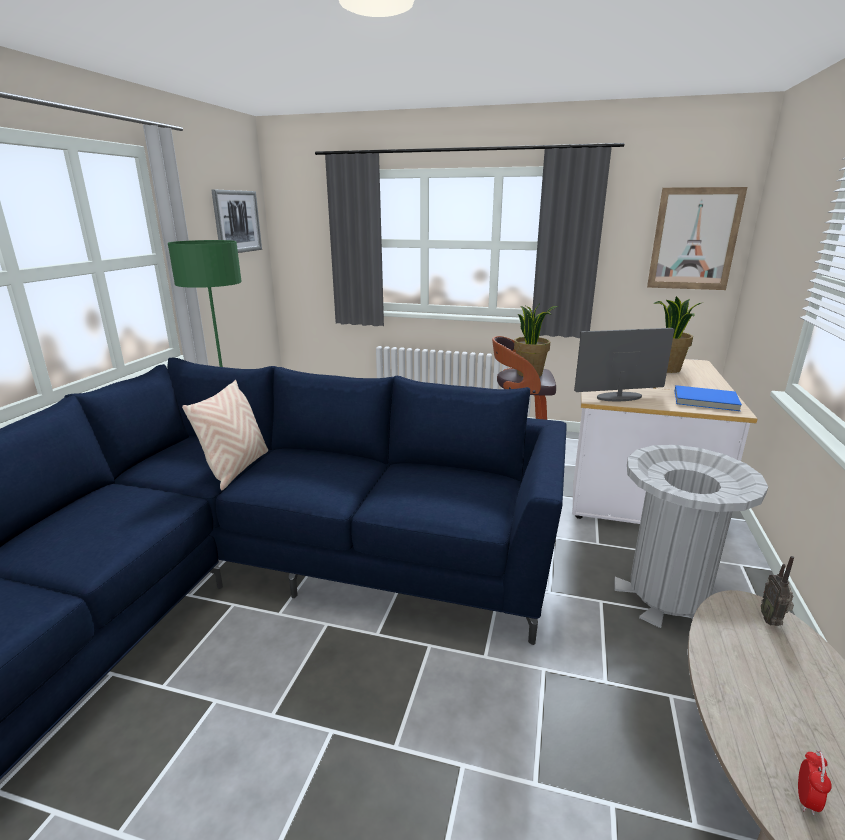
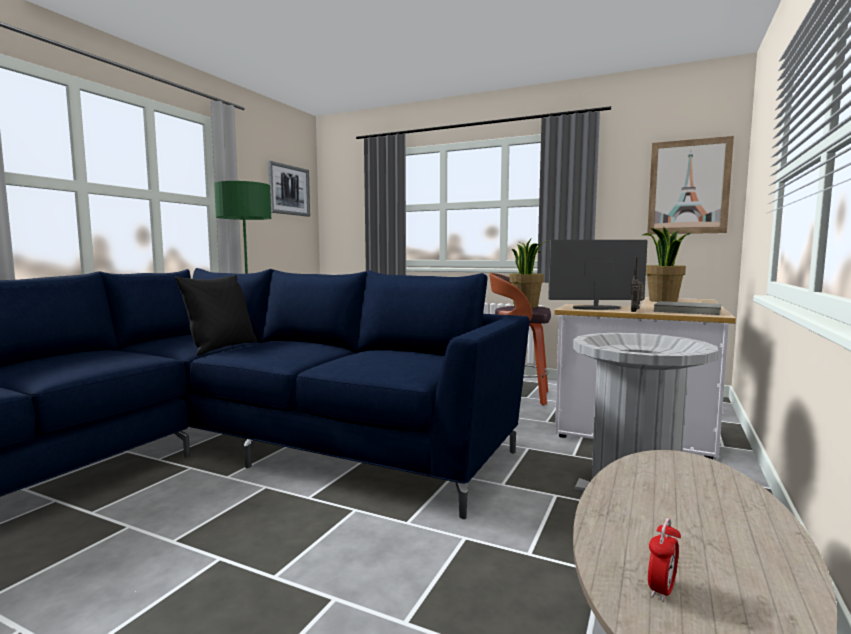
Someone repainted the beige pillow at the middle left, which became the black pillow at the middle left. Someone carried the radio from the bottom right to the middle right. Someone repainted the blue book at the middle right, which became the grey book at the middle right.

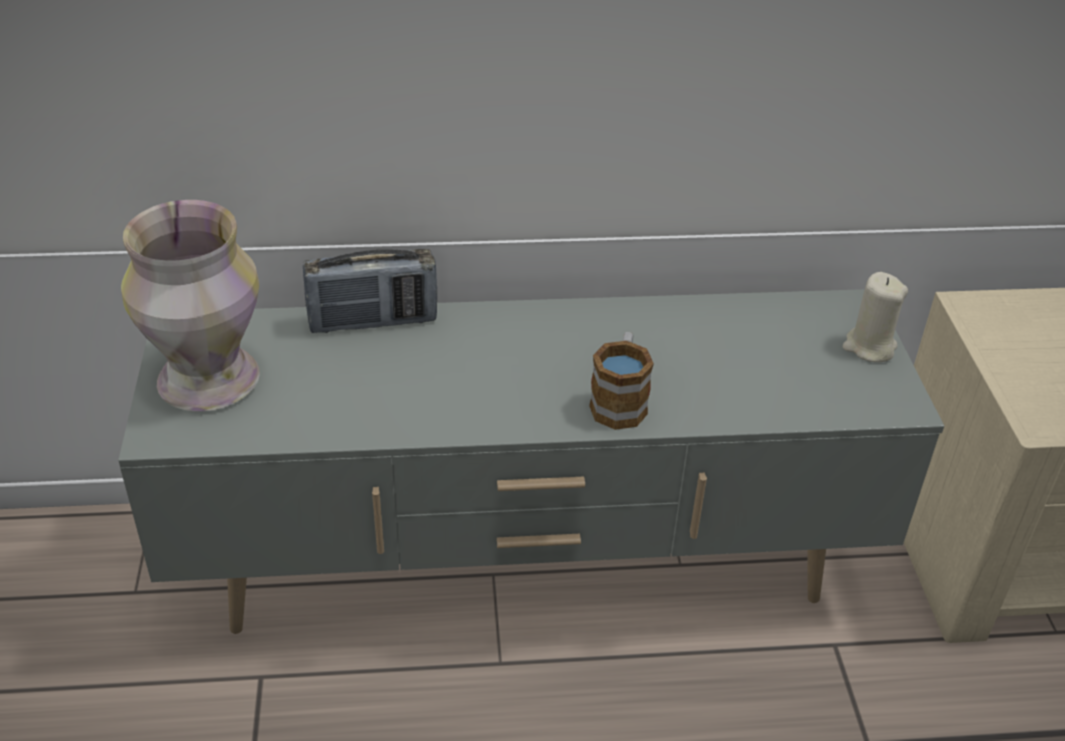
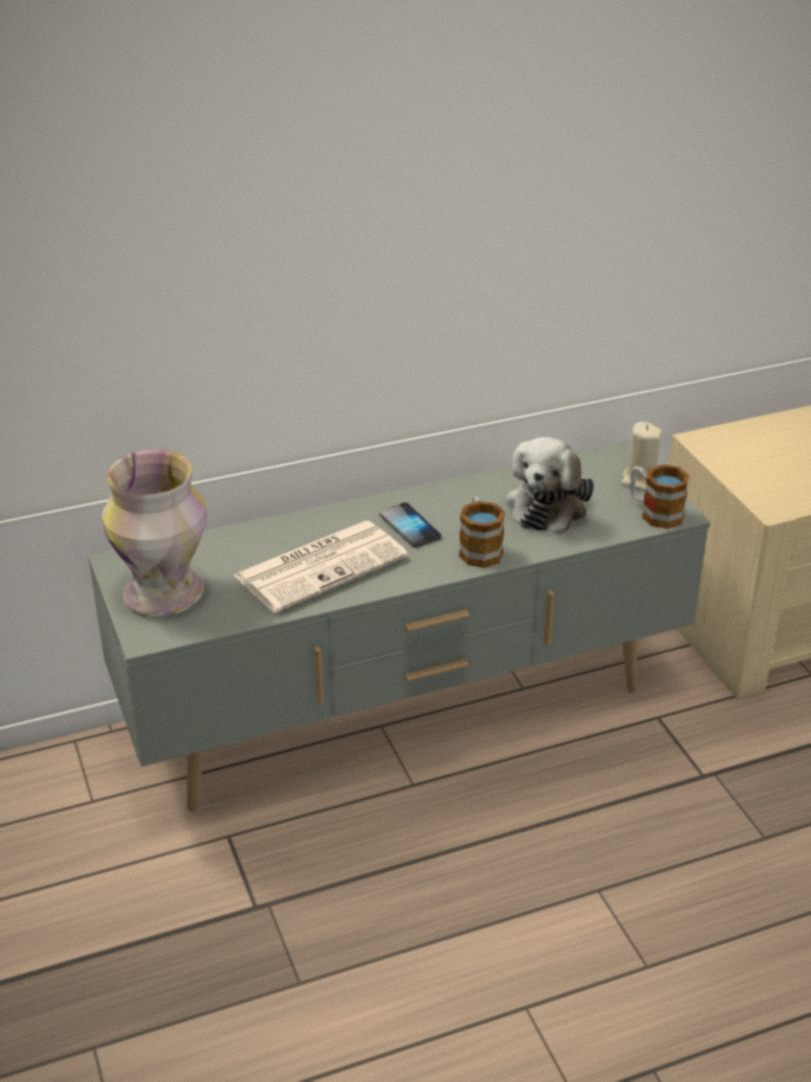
Someone put down the newspaper at the centre. Someone put down the phone at the centre. Someone put down the plush toy at the middle right. Someone put down the mug (2nd from left) at the middle right. Someone took away the radio at the centre.

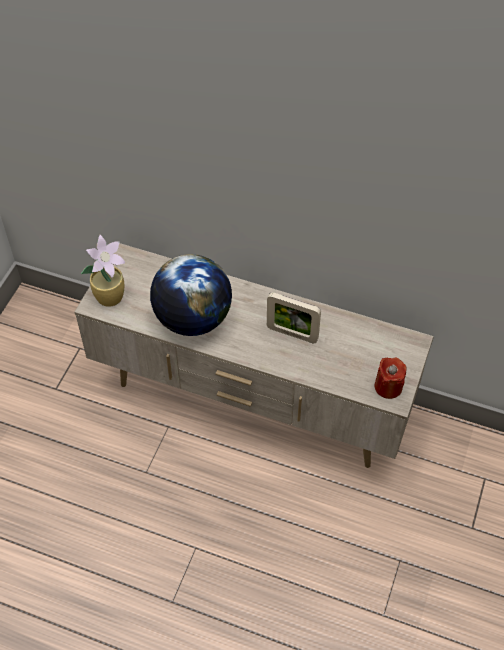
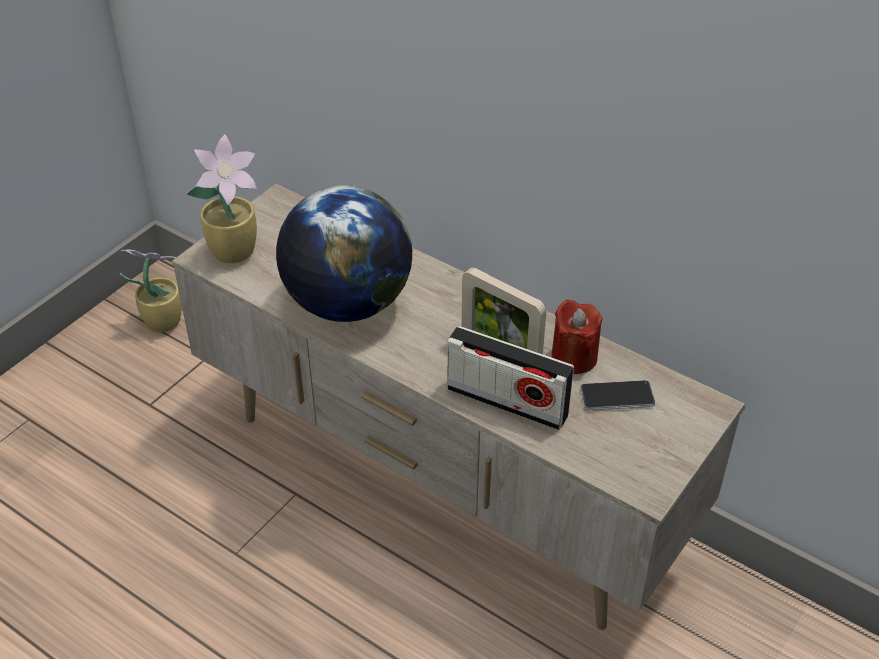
Someone put down the potted plant (1st from left) at the middle left. Someone put down the radio at the centre. Someone carried the red candle from the middle right to the centre. Someone put down the phone at the middle right.

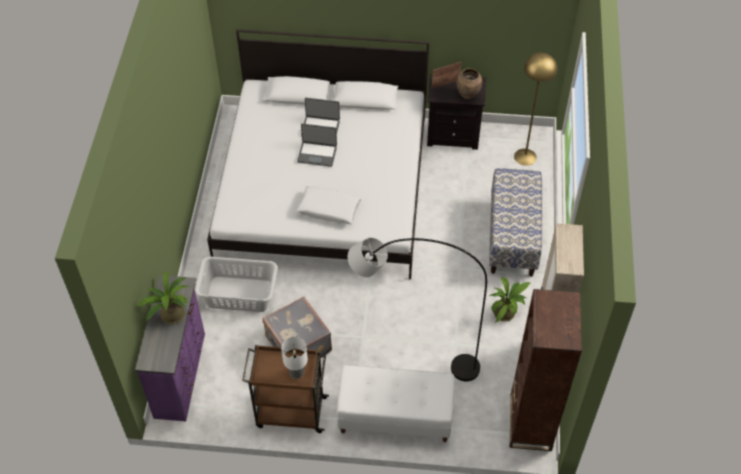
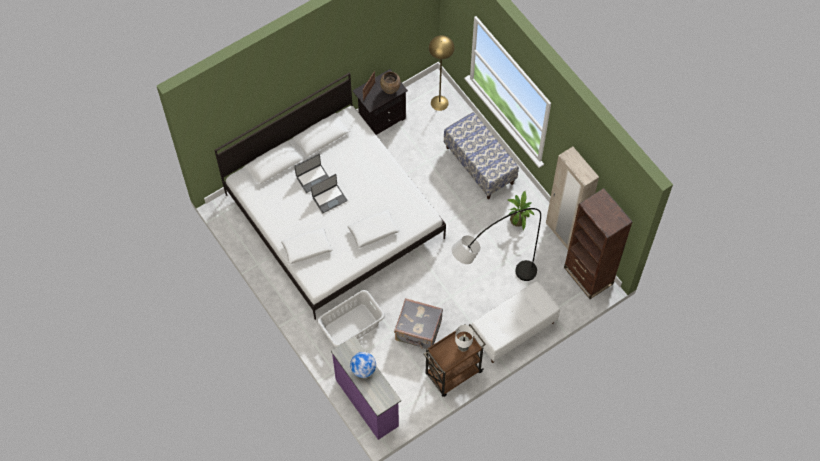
Someone put down the white pillow (1st from left) at the centre. Someone swapped the potted plant (1st from left) at the middle left for the globe at the bottom centre.

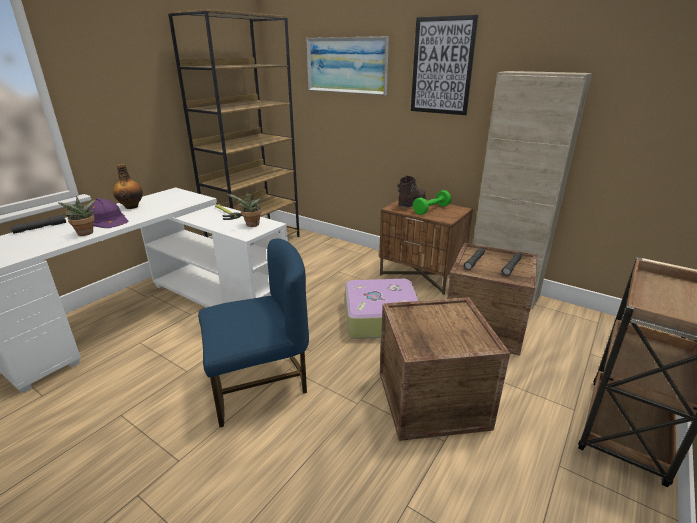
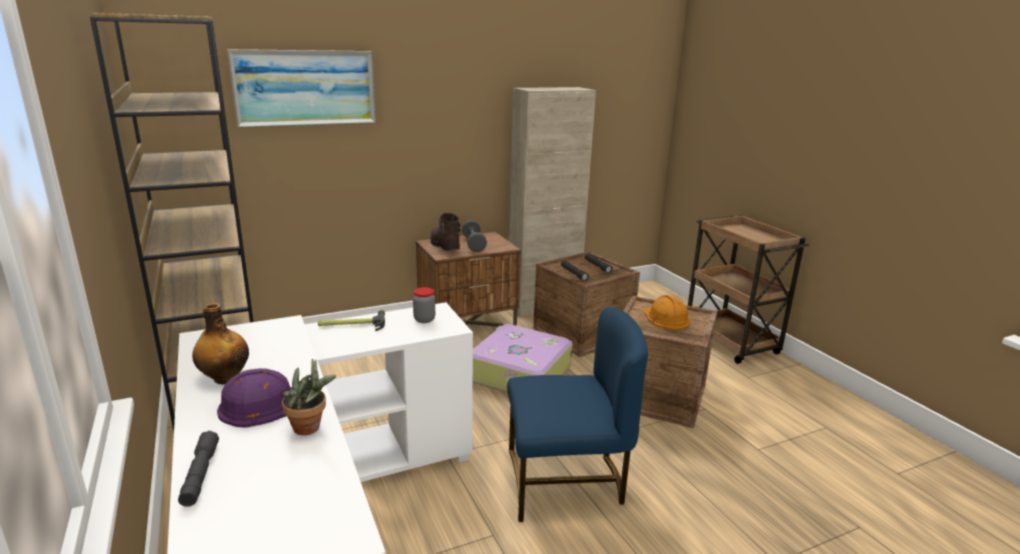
Someone swapped the potted plant (2nd from left) at the centre for the jar at the centre. Someone repainted the green dumbbell at the centre, which became the grey dumbbell at the centre. Someone rotated the blue chair at the centre by 75 degrees clockwise. Someone put down the orange hard hat at the centre. Someone took away the picture (2nd from left) at the top centre.

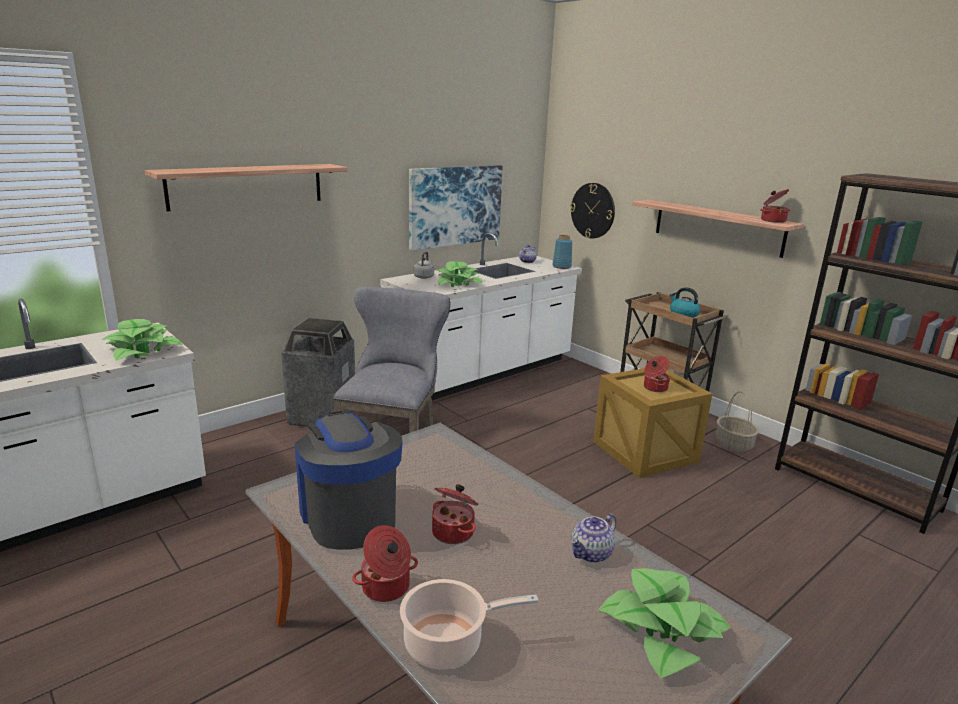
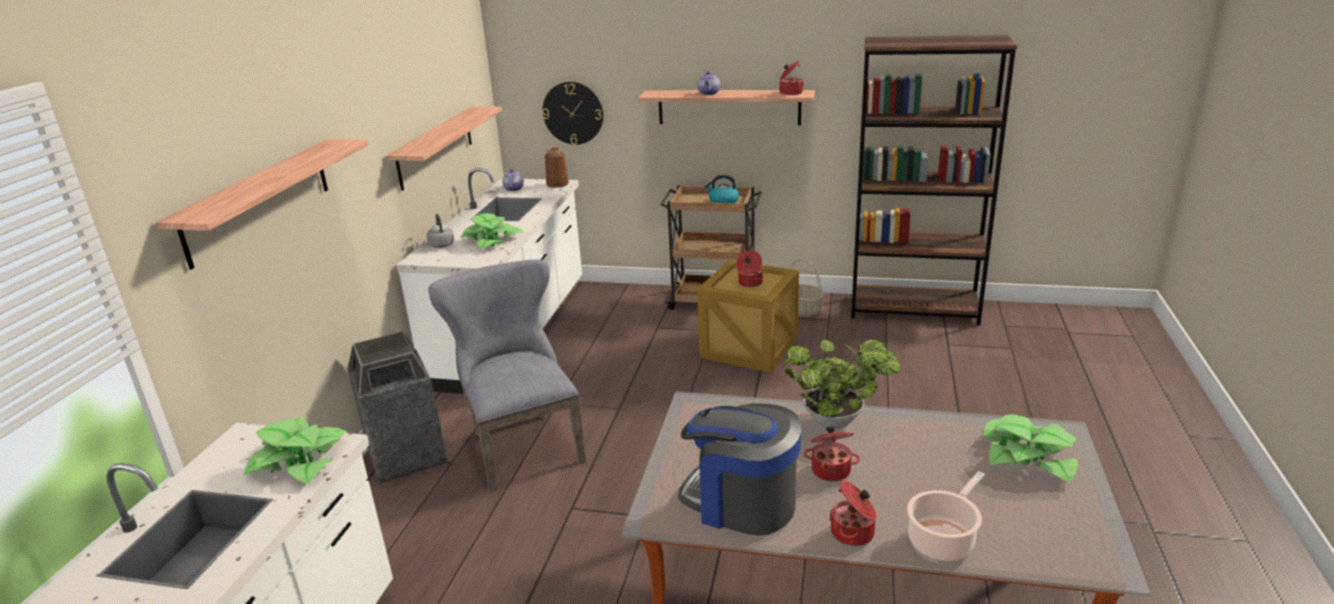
Someone swapped the picture at the top centre for the shelf (2nd from left) at the top left. Someone repainted the blue vase at the centre, which became the brown vase at the top centre. Someone carried the teapot (2nd from left) from the bottom centre to the top centre. Someone put down the potted plant (3rd from left) at the centre.

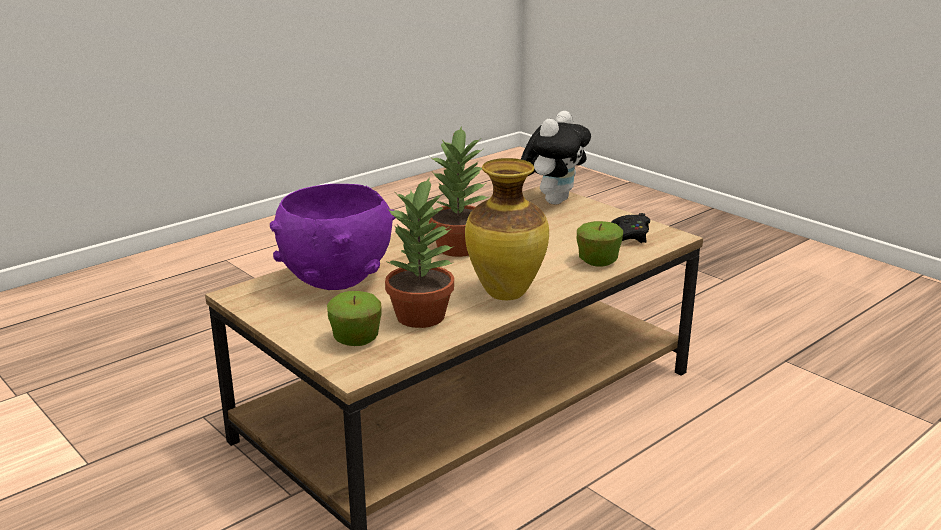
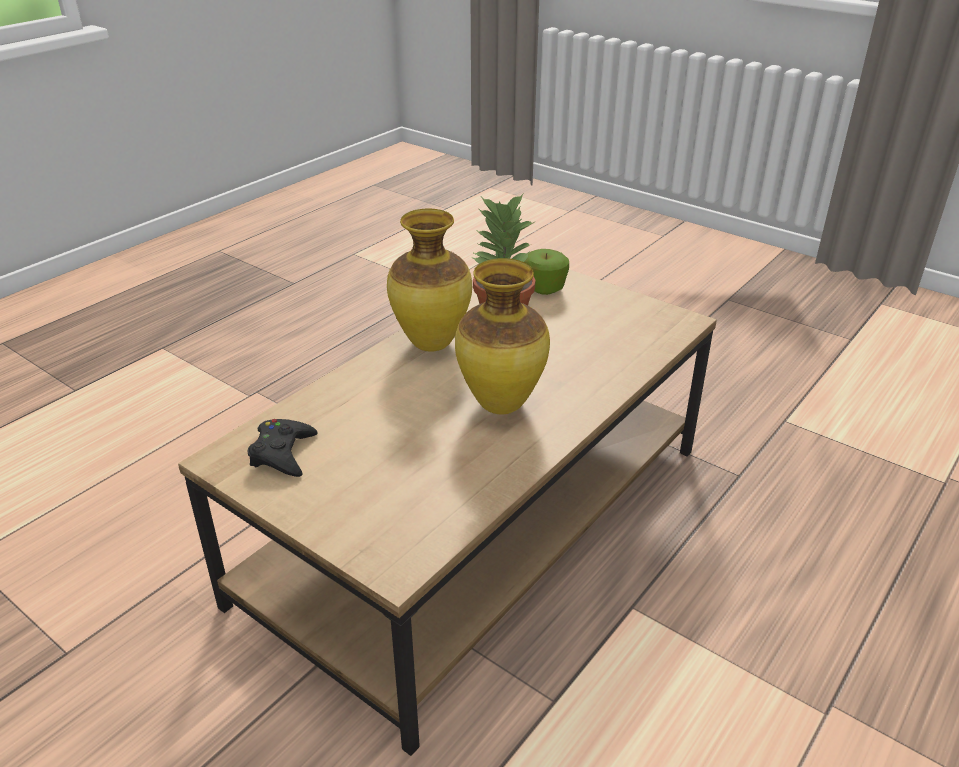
Someone swapped the potted plant (2nd from left) at the centre for the vase (2nd from left) at the centre. Someone took away the purple bowl at the centre. Someone took away the plush toy at the top centre. Someone took away the apple (2nd from left) at the centre.

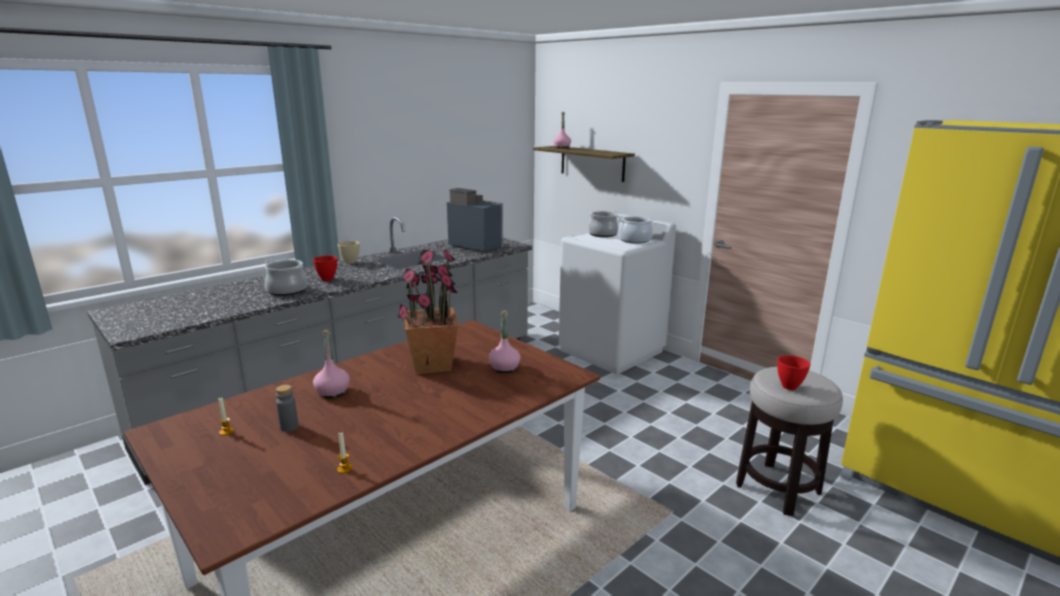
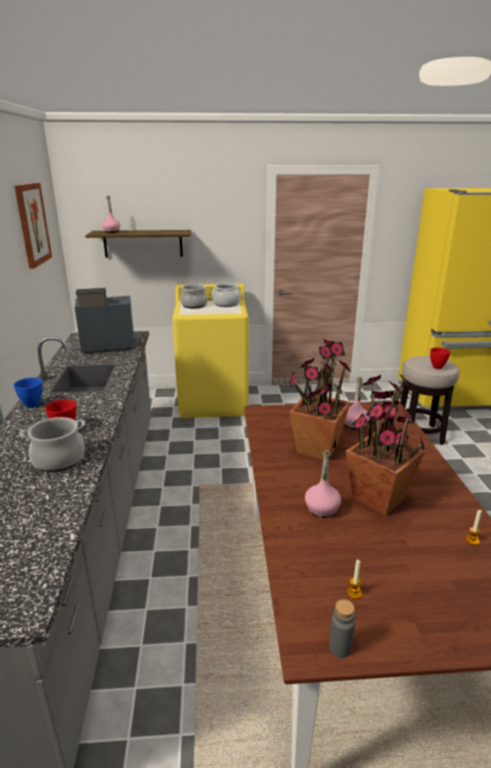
Someone put up the picture at the top left. Someone repainted the beige bowl at the middle left, which became the blue bowl at the middle left. Someone repainted the white washing machine at the centre, which became the yellow washing machine at the centre. Someone carried the grey bottle from the bottom left to the bottom right. Someone put down the potted plant (2nd from left) at the middle right.

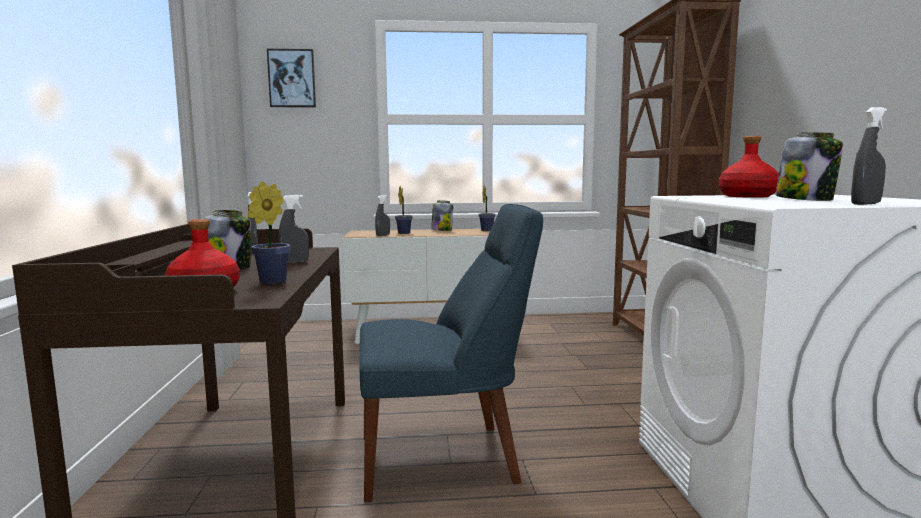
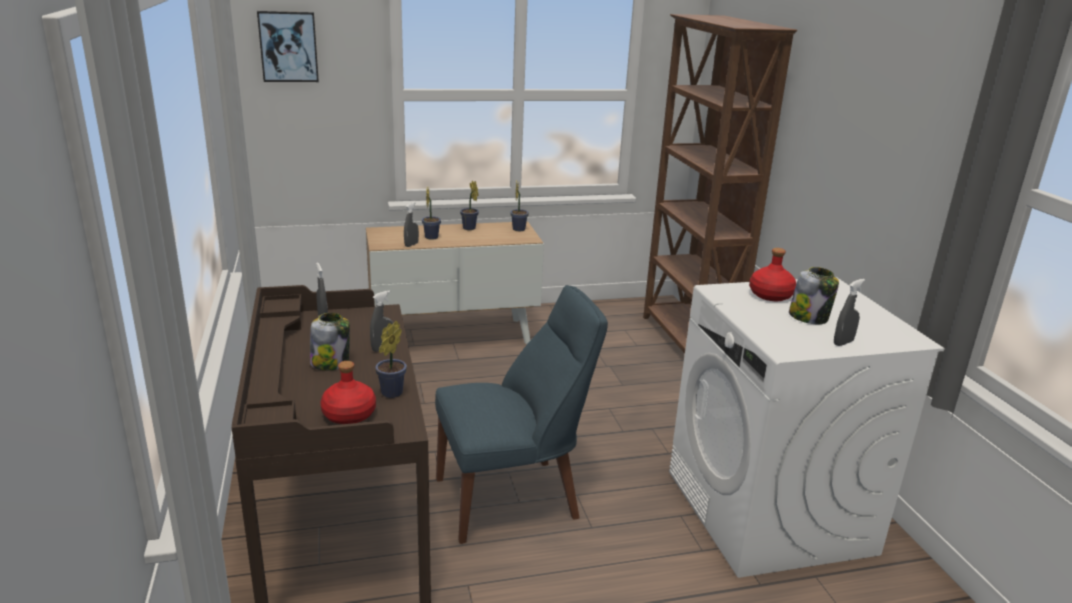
Someone swapped the jar (2nd from left) at the centre for the potted plant (3rd from left) at the centre.

